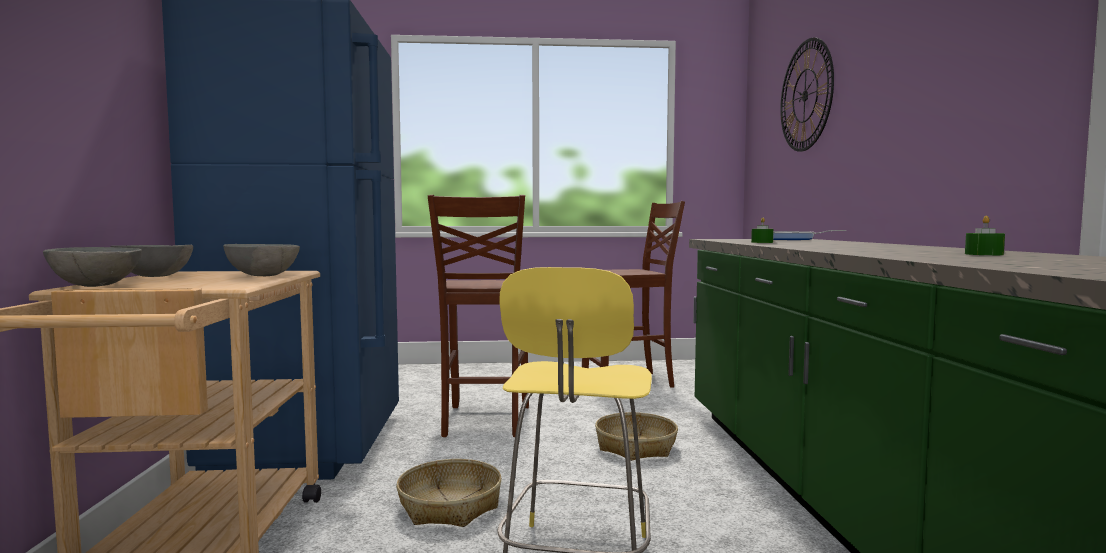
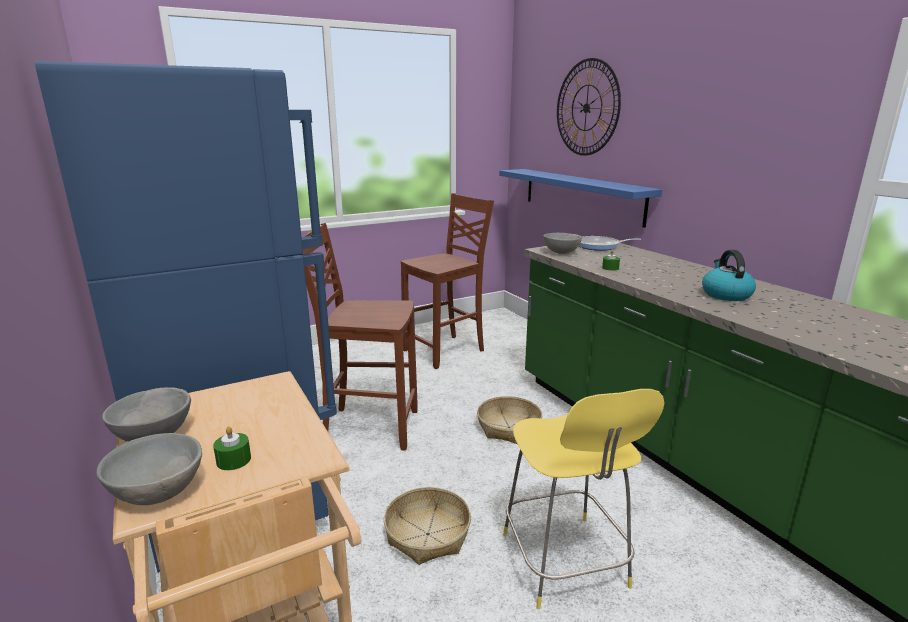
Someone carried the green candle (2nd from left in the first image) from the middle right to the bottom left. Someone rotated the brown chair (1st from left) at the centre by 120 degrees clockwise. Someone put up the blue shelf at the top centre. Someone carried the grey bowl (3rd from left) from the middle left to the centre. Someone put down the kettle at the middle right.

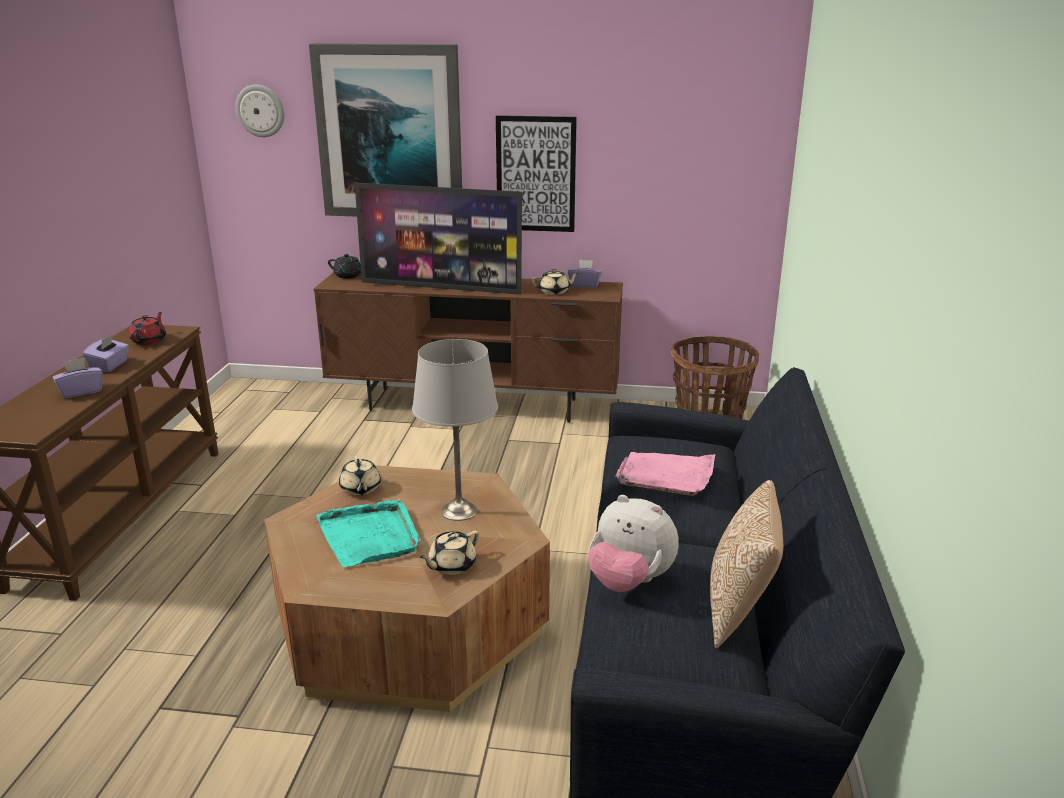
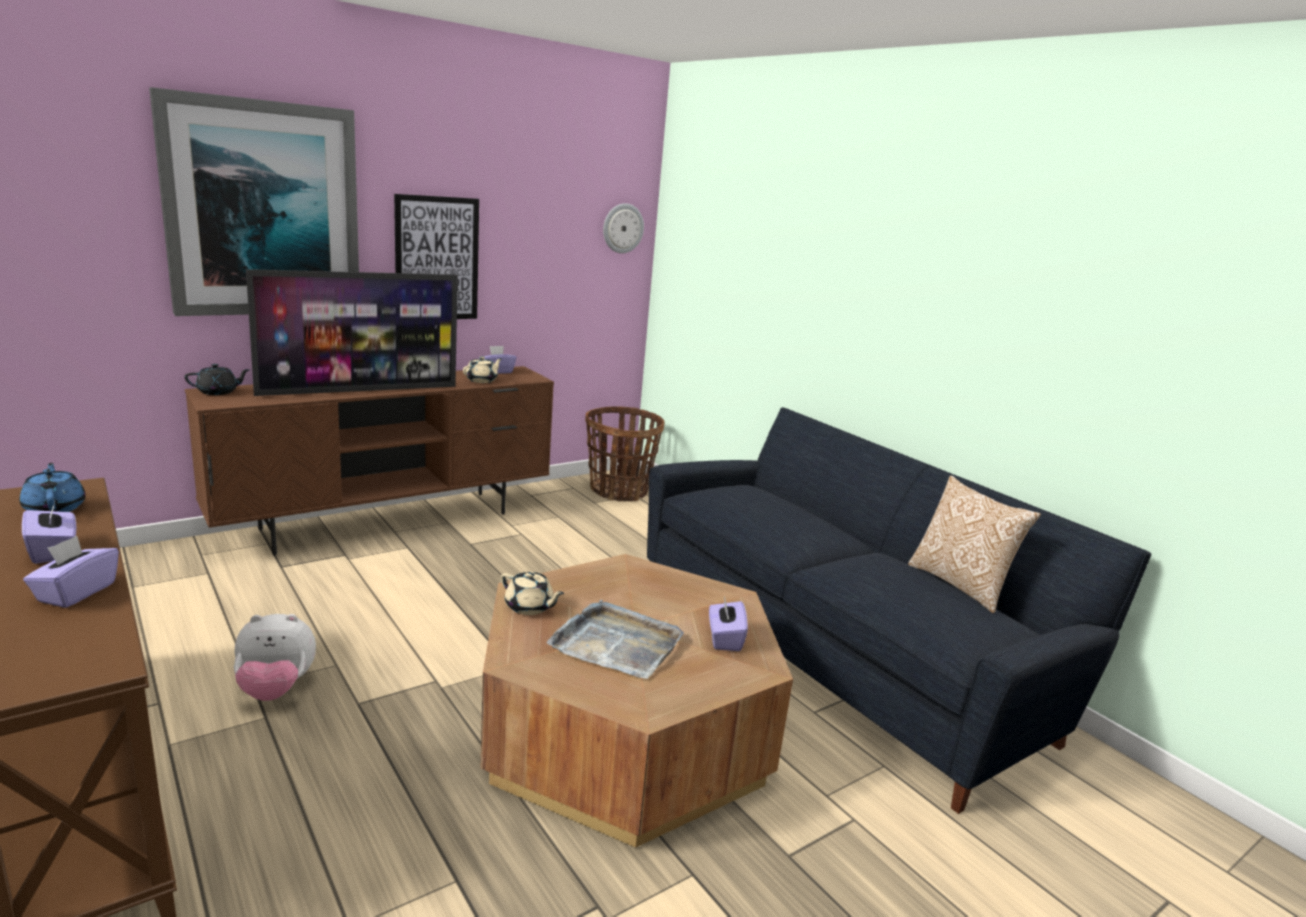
Someone repainted the red teapot at the middle left, which became the blue teapot at the middle left. Someone carried the plush toy from the bottom centre to the bottom left. Someone repainted the turquoise tray at the bottom centre, which became the grey tray at the bottom centre. Someone carried the wall clock from the top left to the top centre. Someone swapped the beige teapot (2nd from left) at the bottom centre for the purple tissue box (4th from left) at the bottom centre. Someone took away the grey table lamp at the centre. Someone took away the pink tray at the centre.

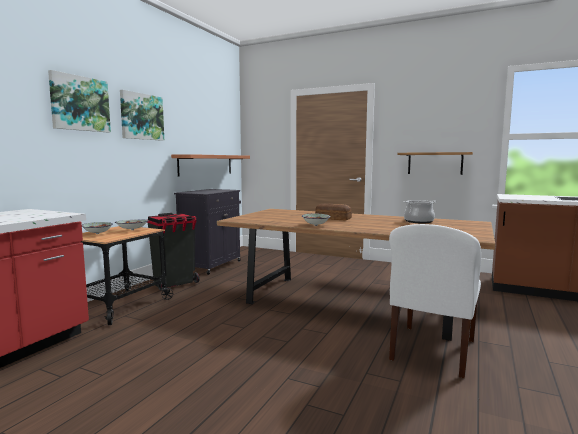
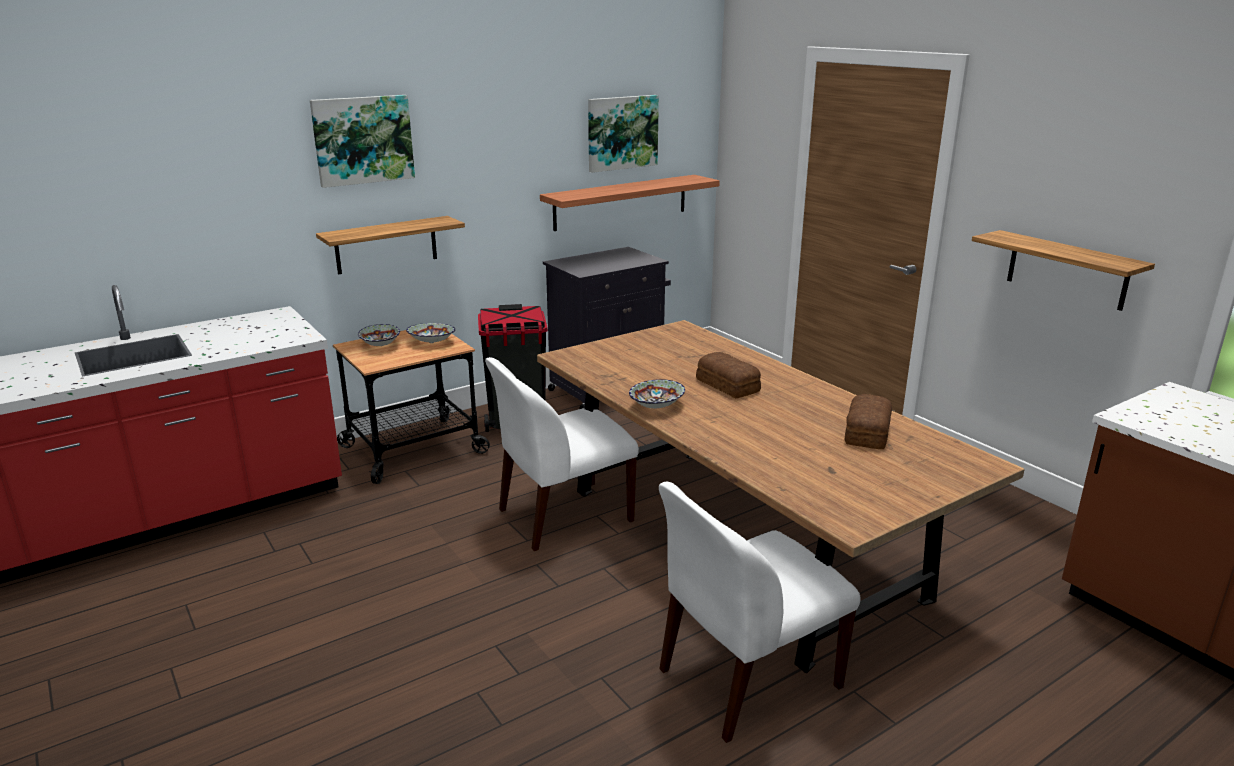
Someone put up the shelf (1st from left) at the top left. Someone put down the white chair (1st from left) at the centre. Someone carried the picture (2nd from left) from the top left to the top centre. Someone swapped the cooking pot at the middle right for the bread (2nd from left) at the middle right.

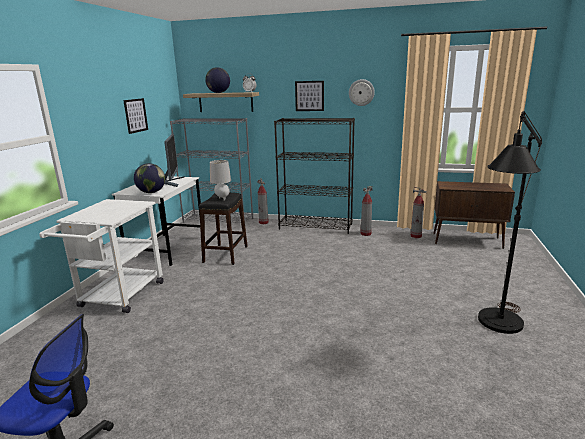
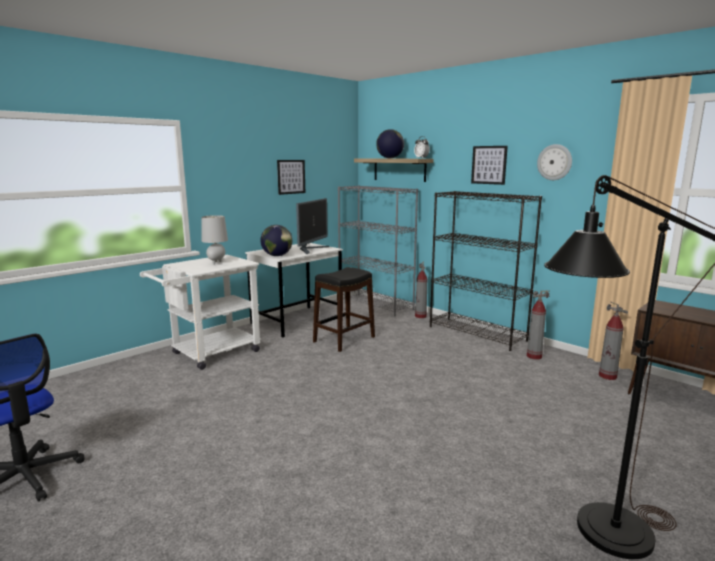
Someone carried the grey table lamp from the centre to the middle left.

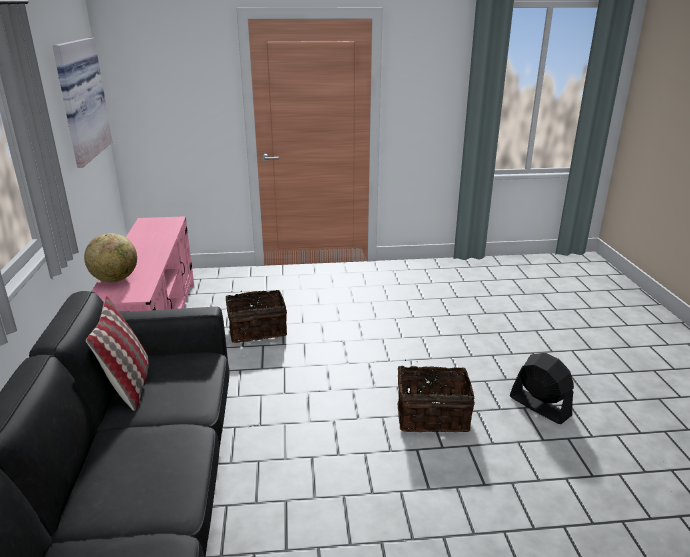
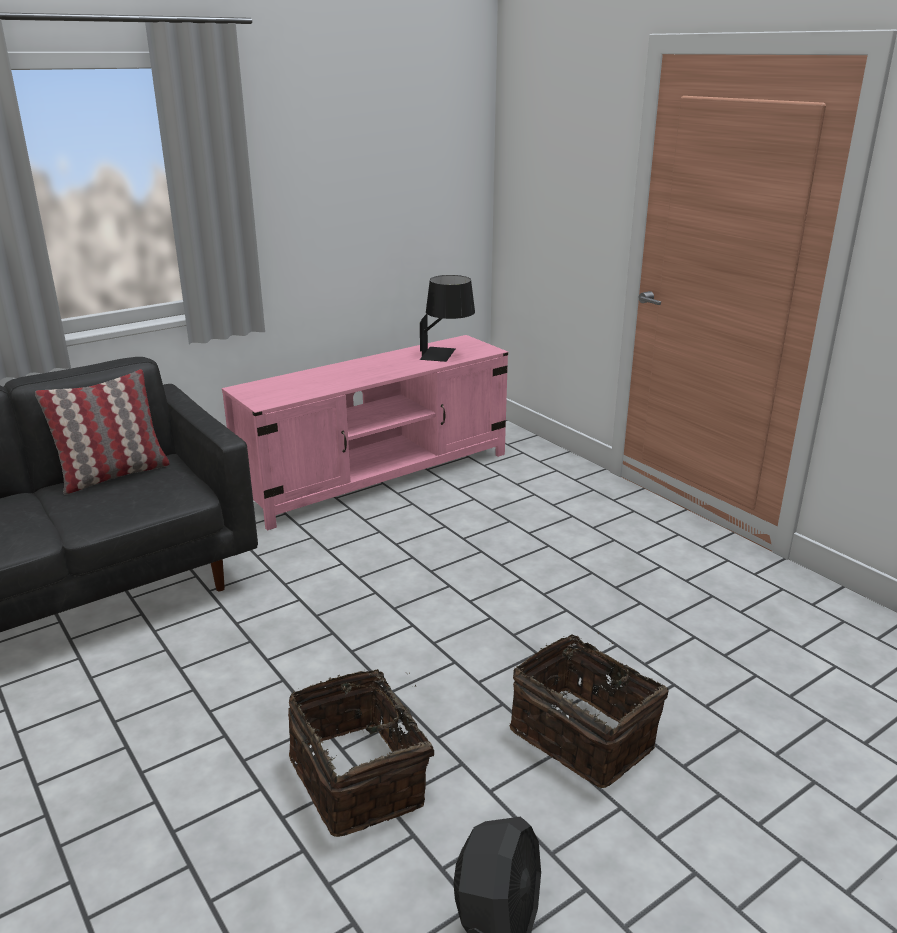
Someone put down the black table lamp at the centre. Someone carried the basket (1st from left in the first image) from the centre to the bottom centre. Someone took away the picture at the top left. Someone took away the globe at the middle left.

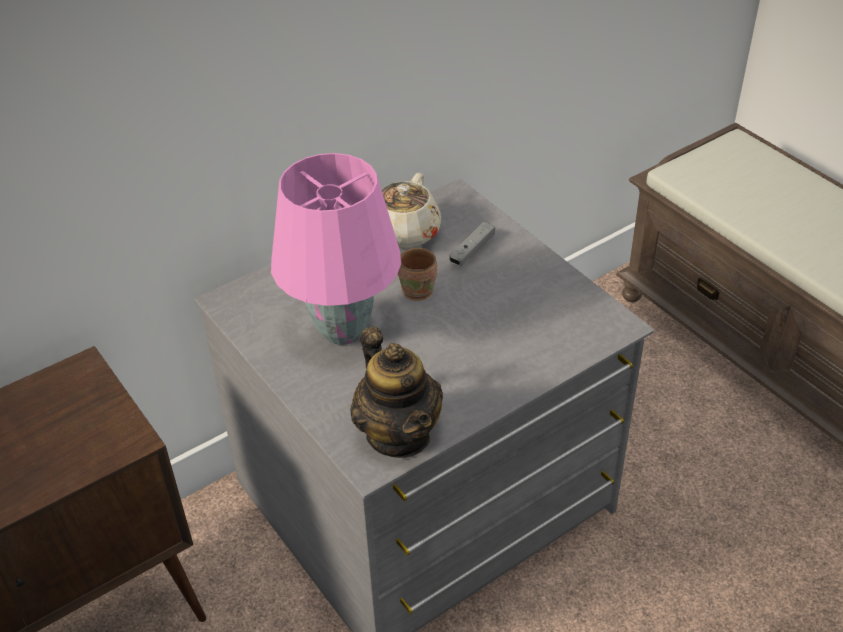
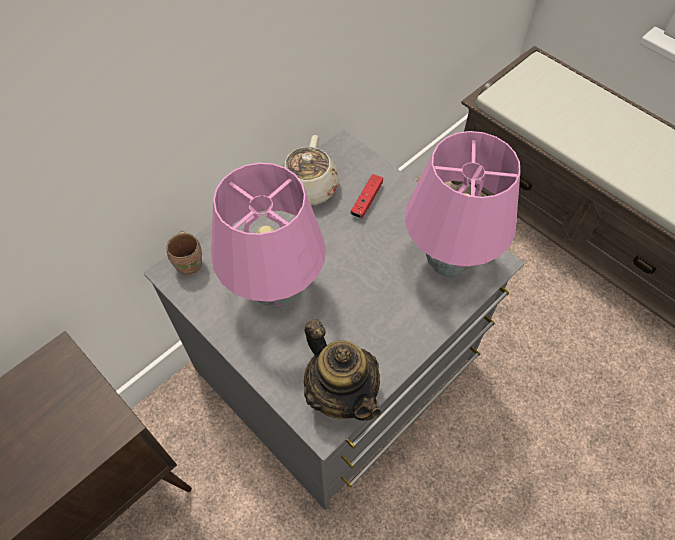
Someone carried the brown mug from the centre to the middle left. Someone repainted the grey game controller at the centre, which became the red game controller at the centre. Someone put down the pink table lamp (2nd from left) at the middle right.

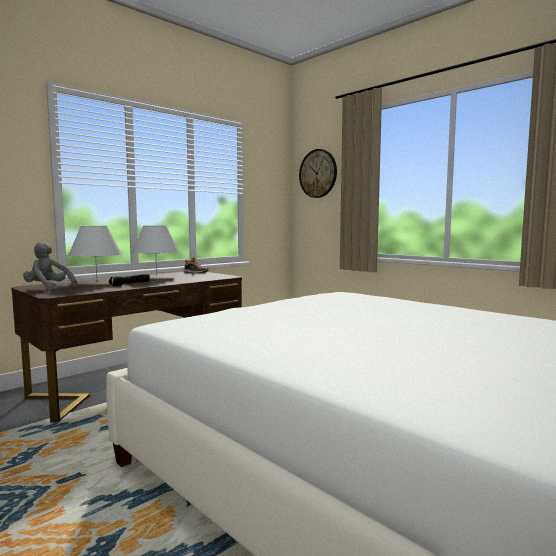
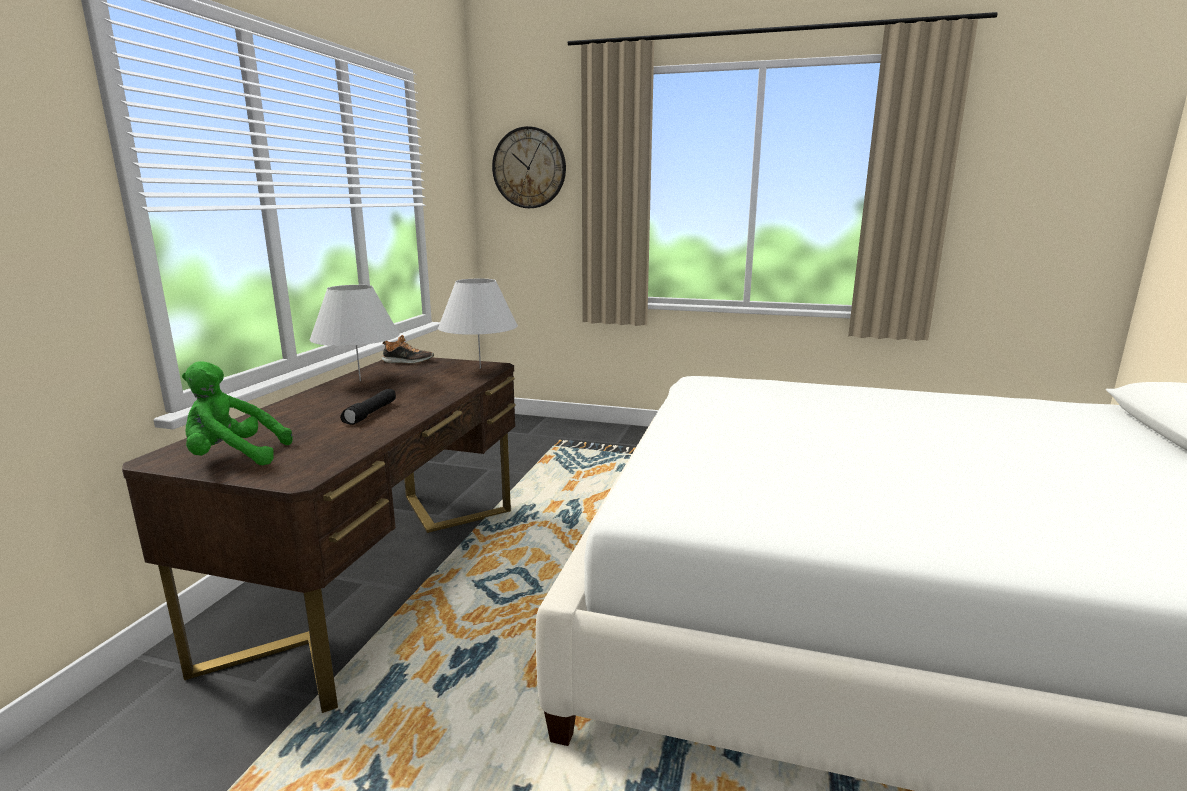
Someone repainted the grey plush toy at the middle left, which became the green plush toy at the middle left. Someone carried the white table lamp (1st from left in the first image) from the middle left to the centre.

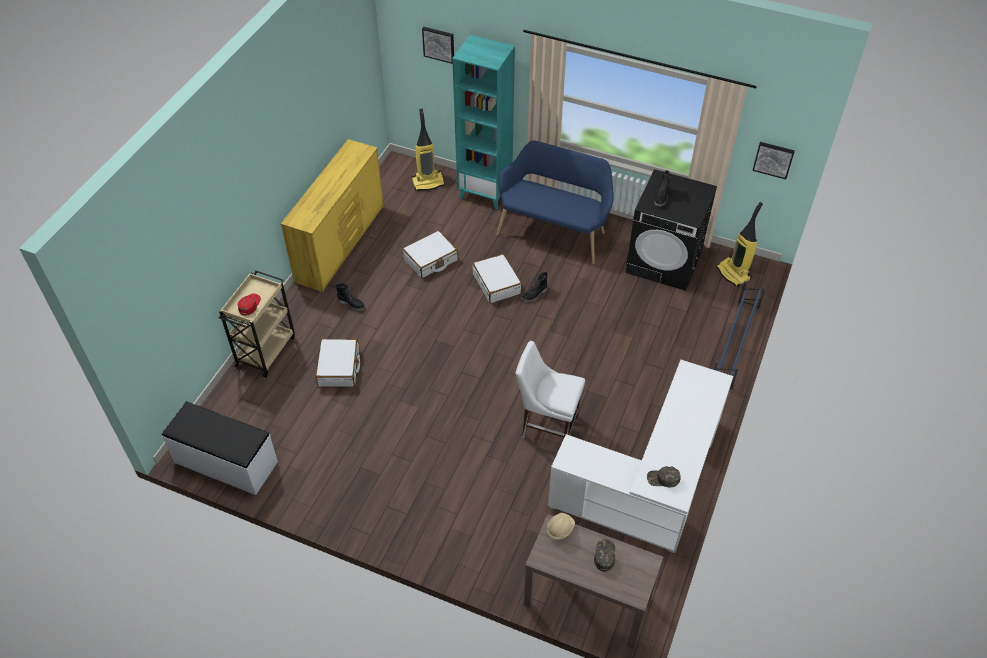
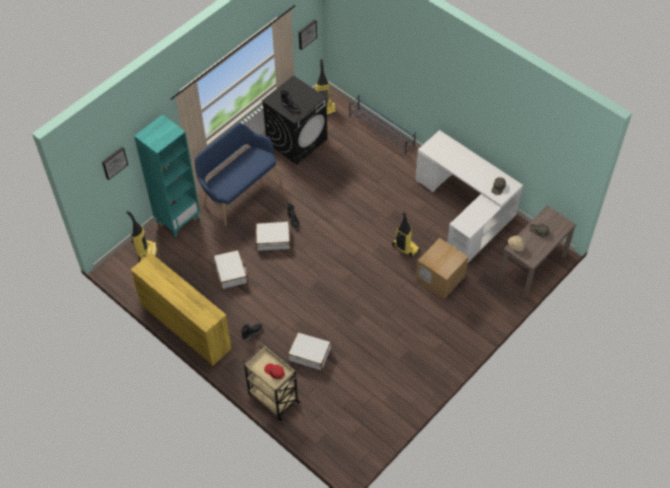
Someone swapped the white chair at the centre for the vacuum cleaner (3rd from left) at the centre. Someone put down the cardboard box at the centre. Someone took away the white bench at the bottom left.

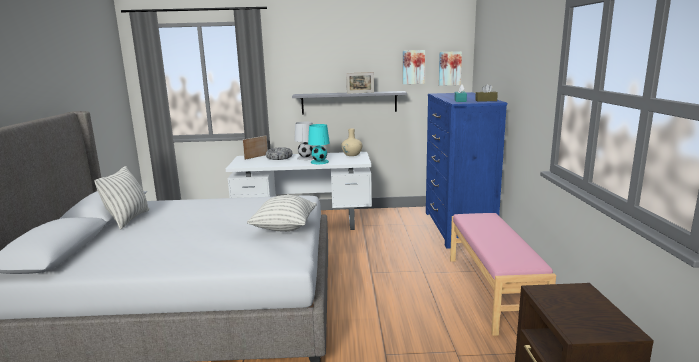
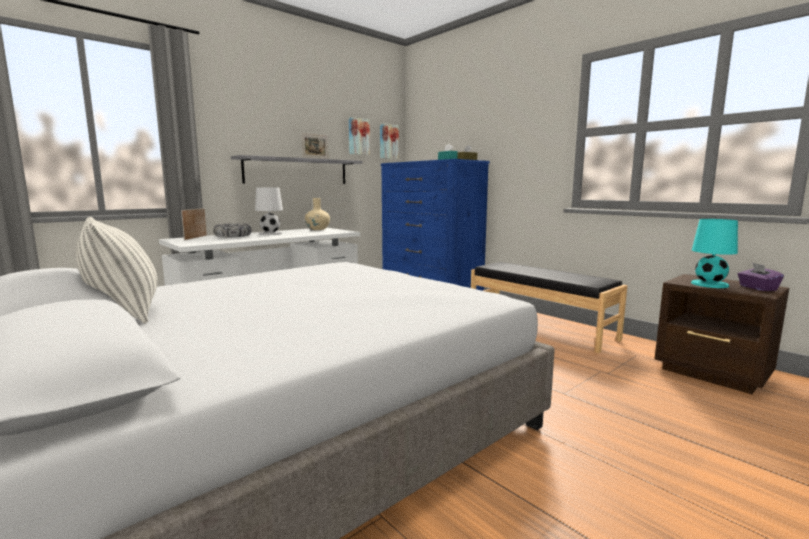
Someone repainted the pink bench at the bottom right, which became the black bench at the middle right. Someone carried the turquoise table lamp from the centre to the middle right. Someone put down the purple tissue box at the middle right. Someone took away the pillow (2nd from left) at the centre.

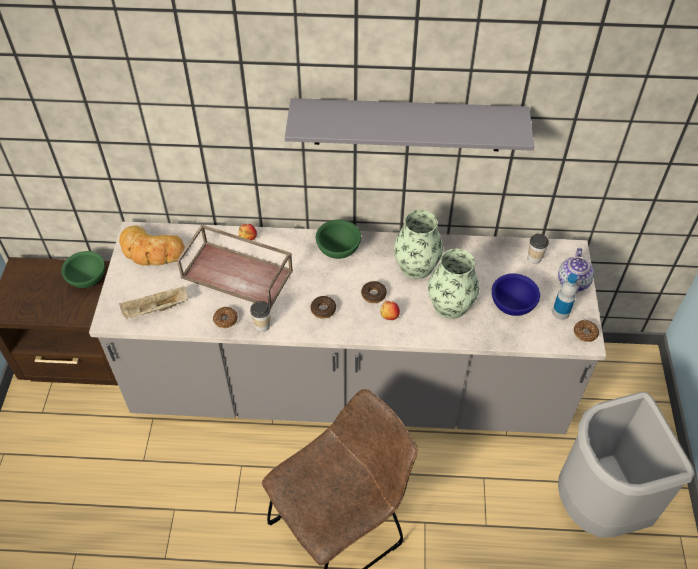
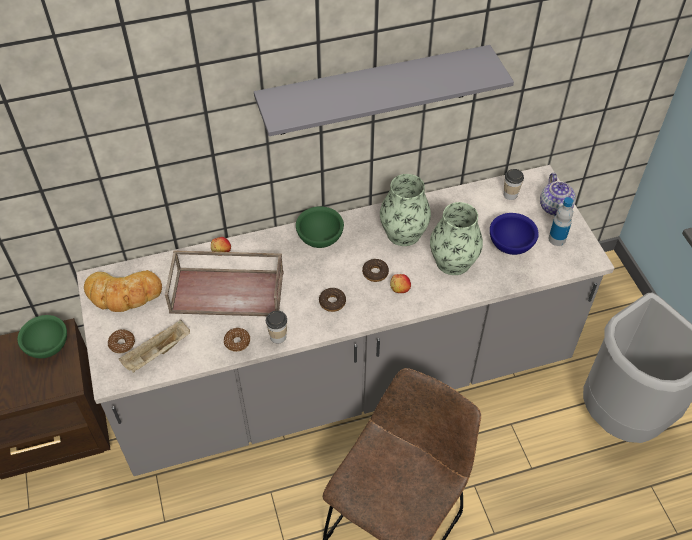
Someone carried the donut (4th from left in the first image) from the middle right to the middle left.

